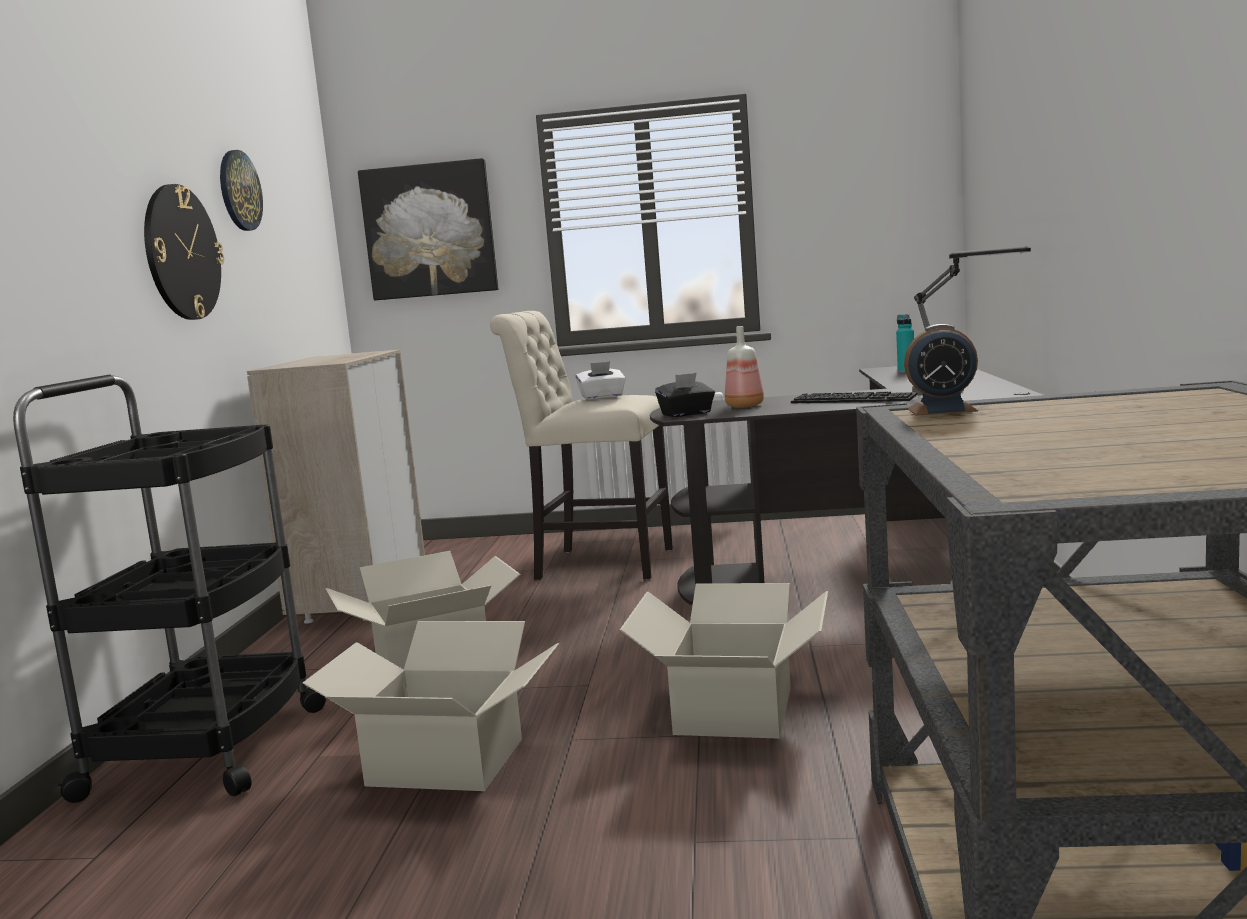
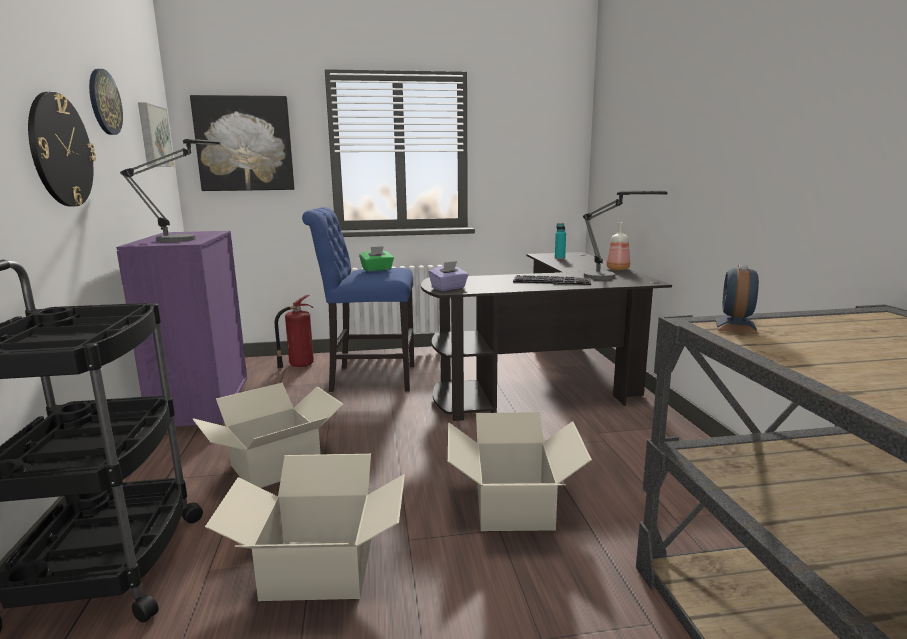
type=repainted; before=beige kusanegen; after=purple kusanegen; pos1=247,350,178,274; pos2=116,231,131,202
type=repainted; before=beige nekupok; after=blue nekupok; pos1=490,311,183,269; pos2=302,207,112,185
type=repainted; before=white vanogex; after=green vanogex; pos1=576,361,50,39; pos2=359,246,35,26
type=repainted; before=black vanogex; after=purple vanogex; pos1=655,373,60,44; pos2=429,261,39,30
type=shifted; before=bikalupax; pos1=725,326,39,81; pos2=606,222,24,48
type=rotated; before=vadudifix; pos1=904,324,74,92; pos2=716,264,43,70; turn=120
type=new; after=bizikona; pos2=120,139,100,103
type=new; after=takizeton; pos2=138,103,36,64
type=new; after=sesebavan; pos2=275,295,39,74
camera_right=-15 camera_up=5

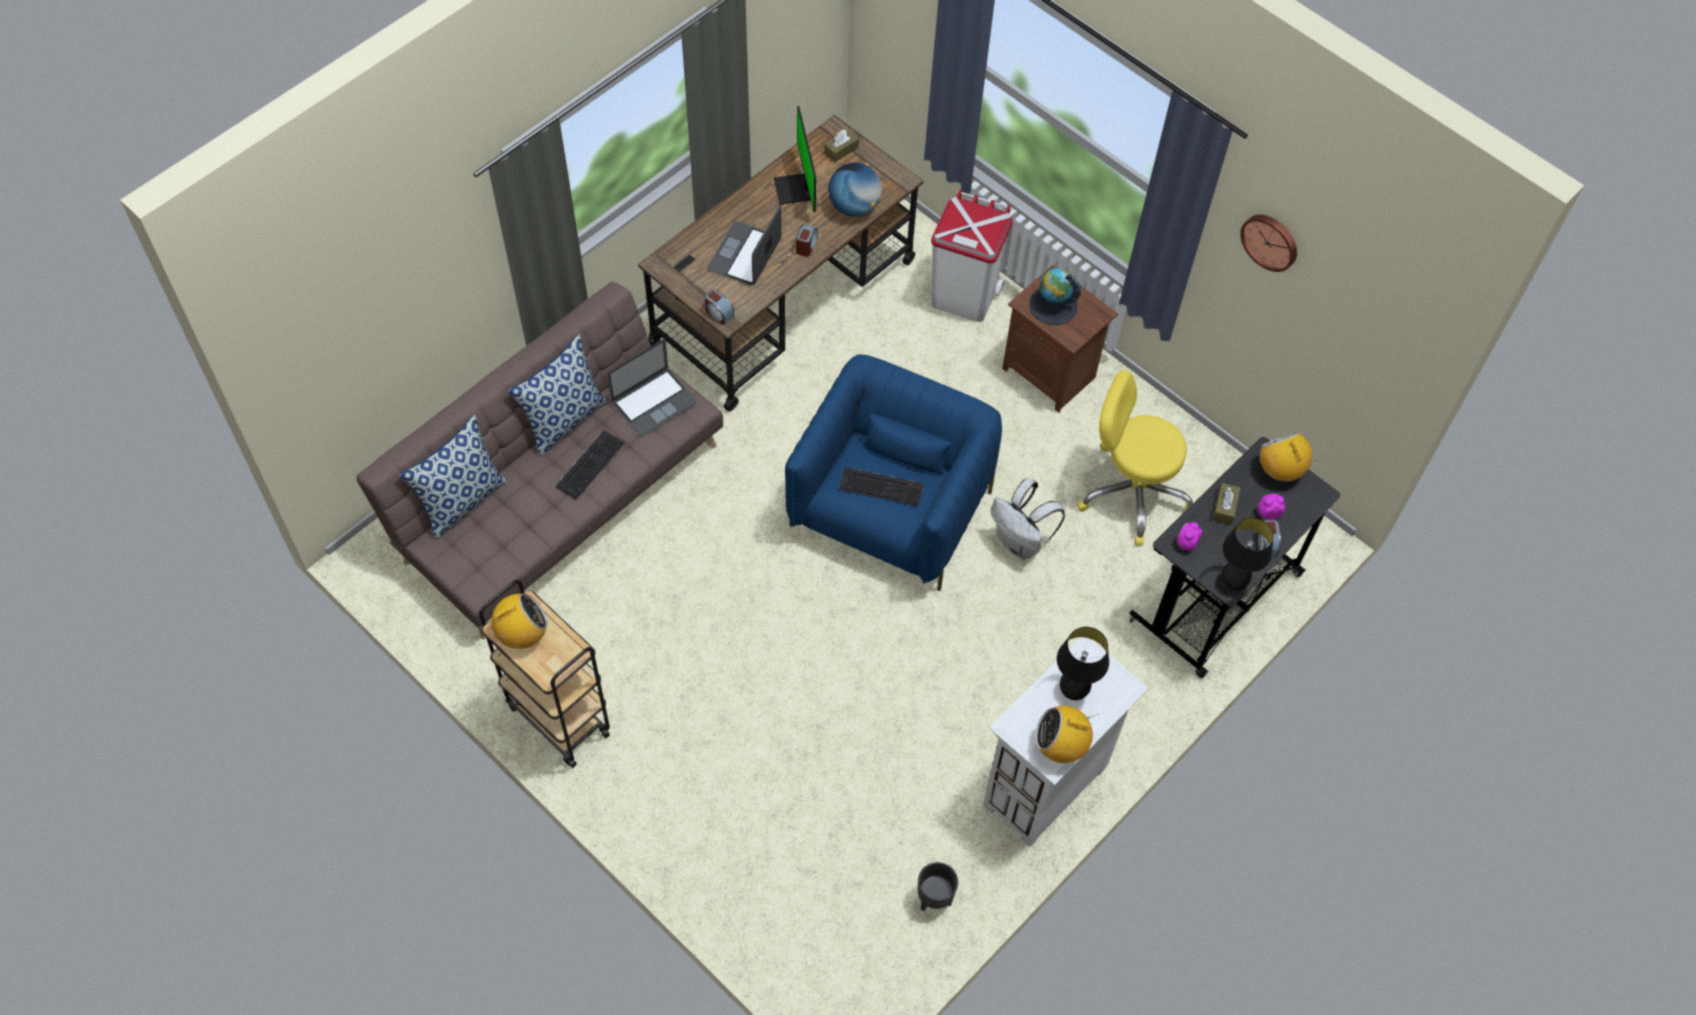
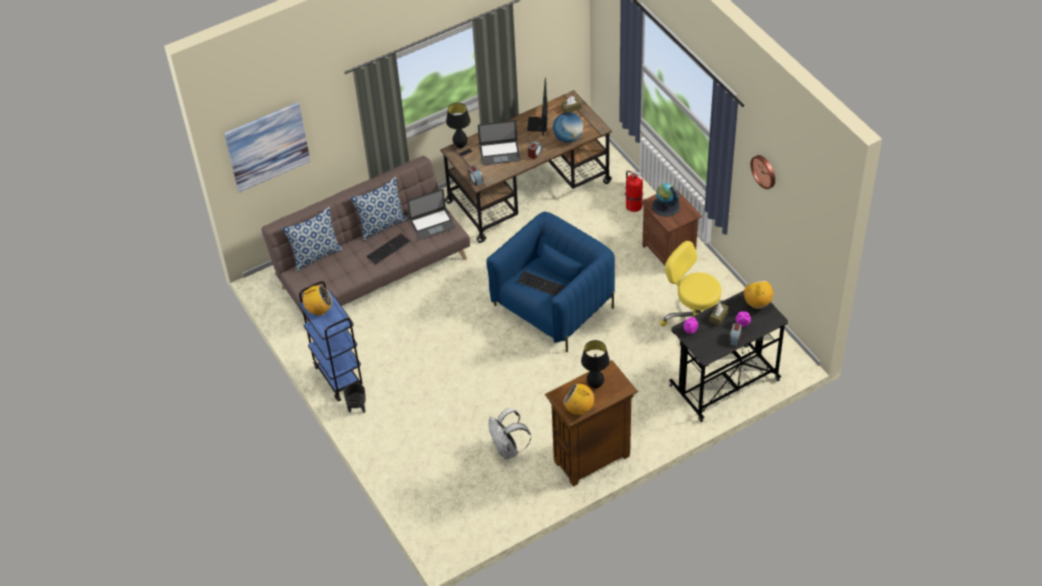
type=repainted; before=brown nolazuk; after=blue nolazuk; pos1=479,580,131,188; pos2=299,281,63,121
type=rotated; before=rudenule; pos1=707,205,75,80; pos2=478,120,43,45; turn=-135
type=shifted; before=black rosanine; pos1=918,862,40,50; pos2=343,383,23,30
type=swapped; before=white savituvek; after=sesebavan; pos1=931,190,82,132; pos2=625,171,18,41
type=repainted; before=white kusanegen; after=brown kusanegen; pos1=984,637,165,210; pos2=545,360,93,127
type=shifted; before=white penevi; pos1=991,478,74,82; pos2=489,408,42,52
type=shifted; before=black bizikona; pos1=1221,517,53,74; pos2=446,103,25,45
type=new; after=takizeton; pos2=224,102,87,90
camera_right=20 camera_up=-10

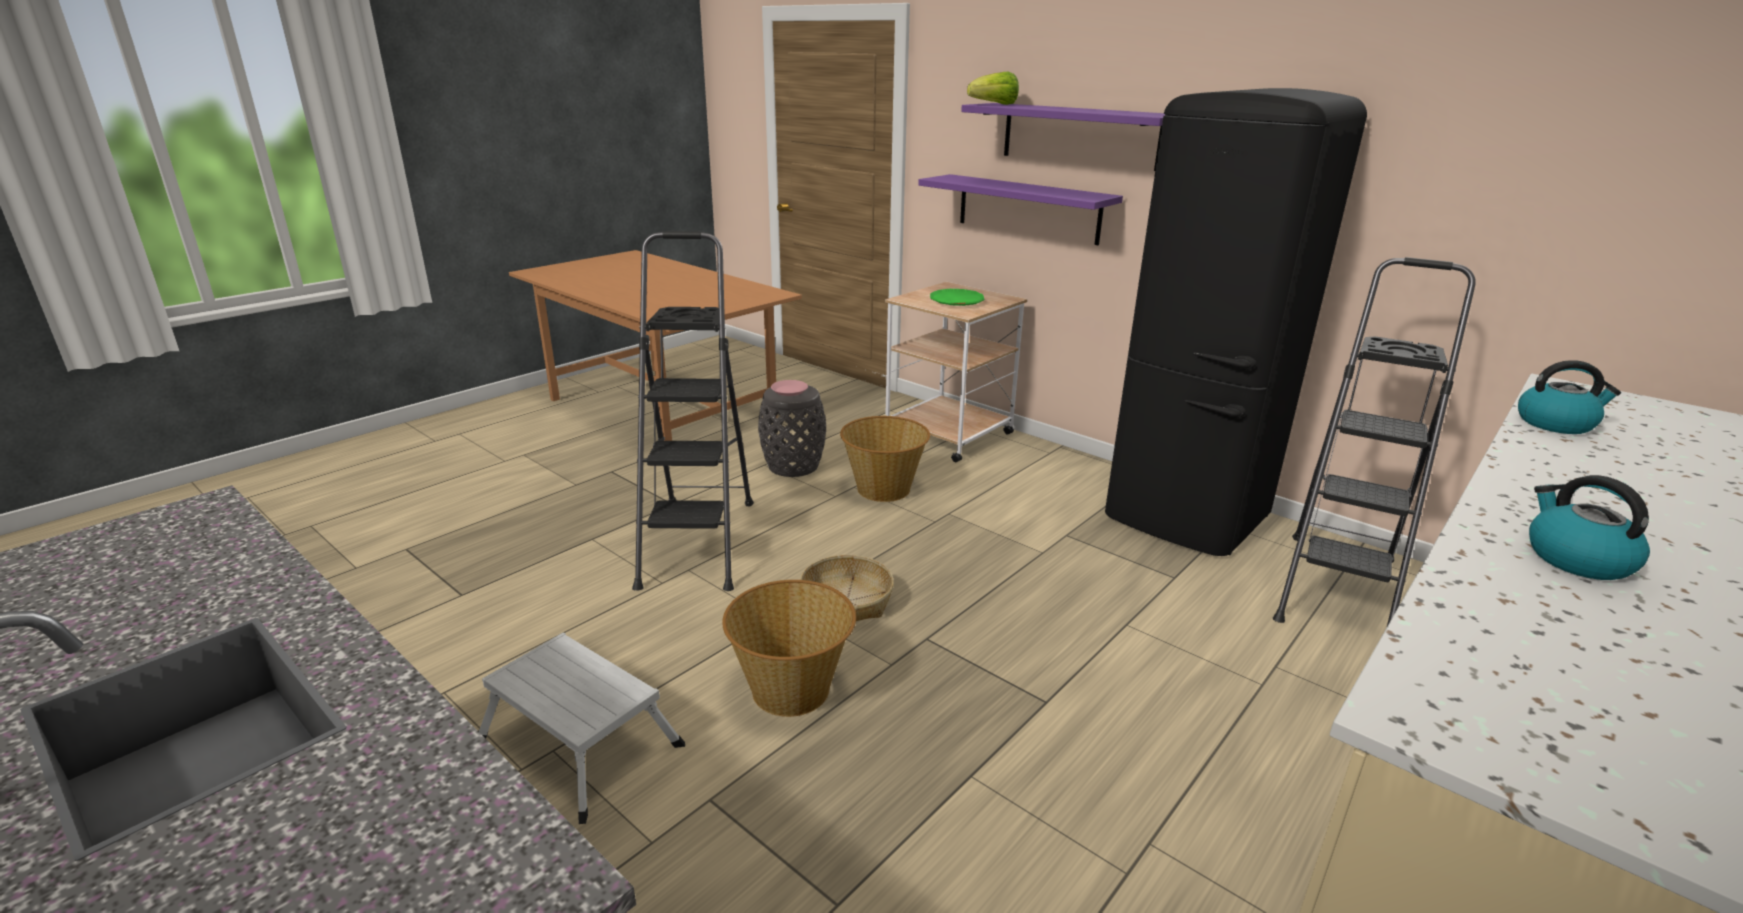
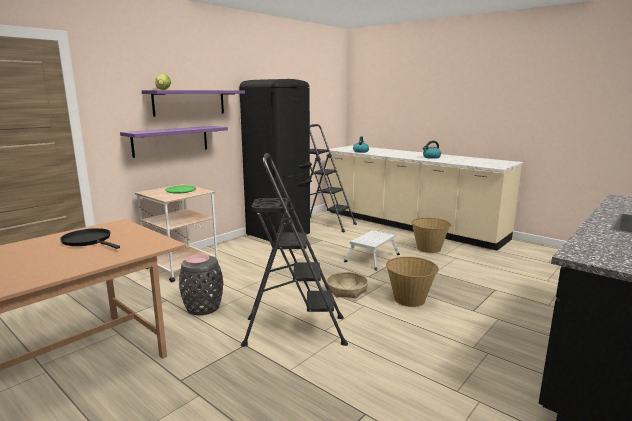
type=shifted; before=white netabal; pos1=478,632,207,192; pos2=344,230,56,41
type=shifted; before=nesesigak; pos1=840,416,90,86; pos2=411,218,40,35
type=new; after=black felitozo; pos2=60,228,60,21
camera_right=-90 camera_up=-10

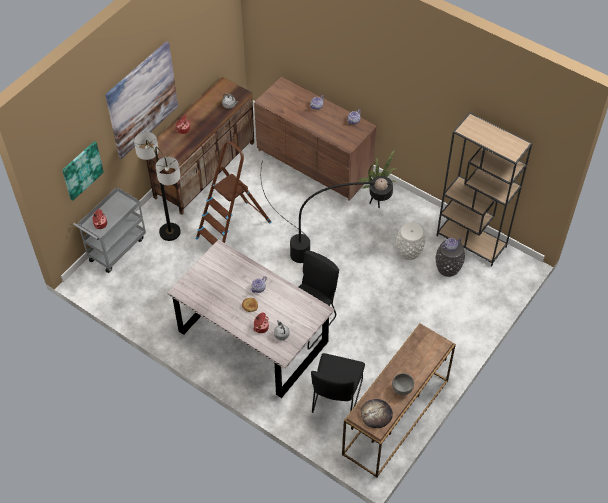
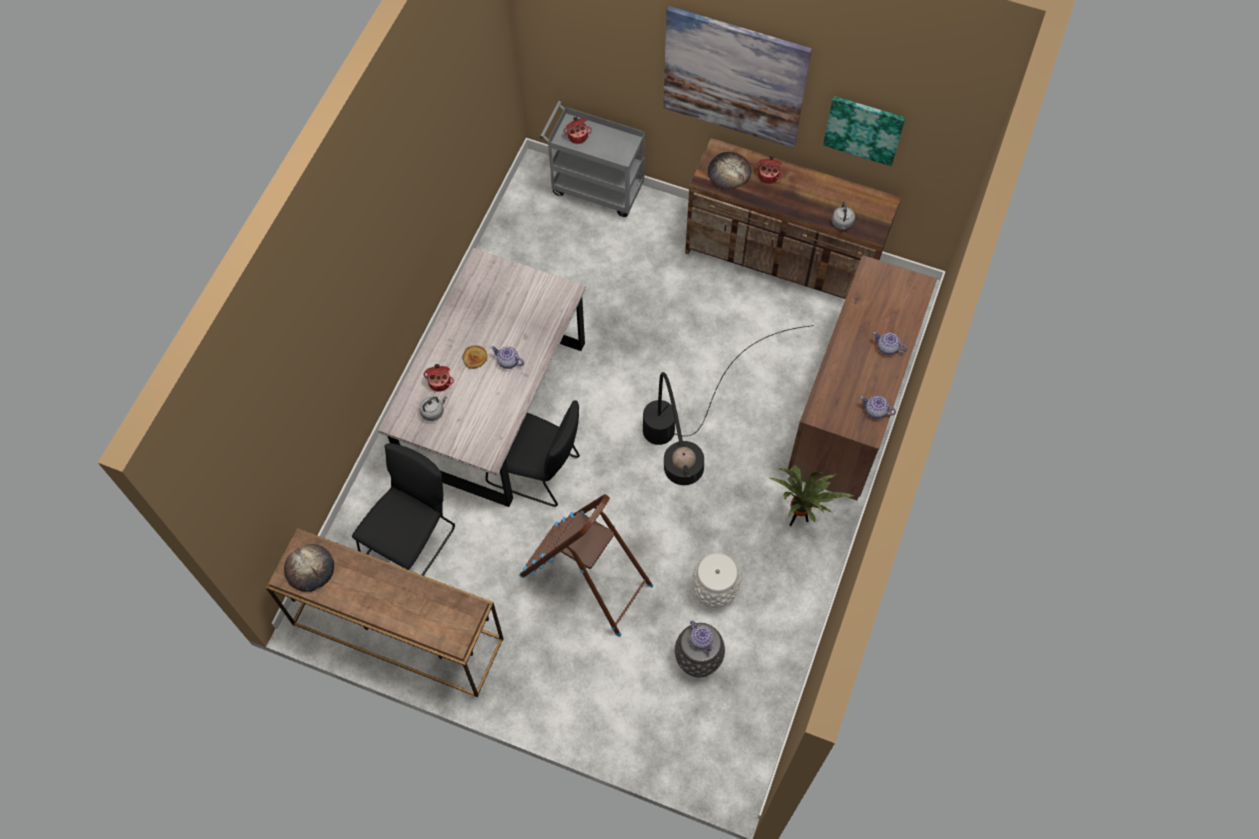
type=shifted; before=takizeton; pos1=62,141,42,60; pos2=823,96,82,70
type=gone; before=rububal; pos1=134,132,47,109
type=shifted; before=brown netabal; pos1=196,141,76,104; pos2=519,494,134,143
type=rotated; before=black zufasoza; pos1=311,353,54,60; pos2=352,443,103,133; turn=120
type=gone; before=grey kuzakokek; pos1=392,373,22,23
type=gone; before=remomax; pos1=436,112,97,154
type=new; after=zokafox; pos2=708,152,43,37
camera_right=75 camera_up=10

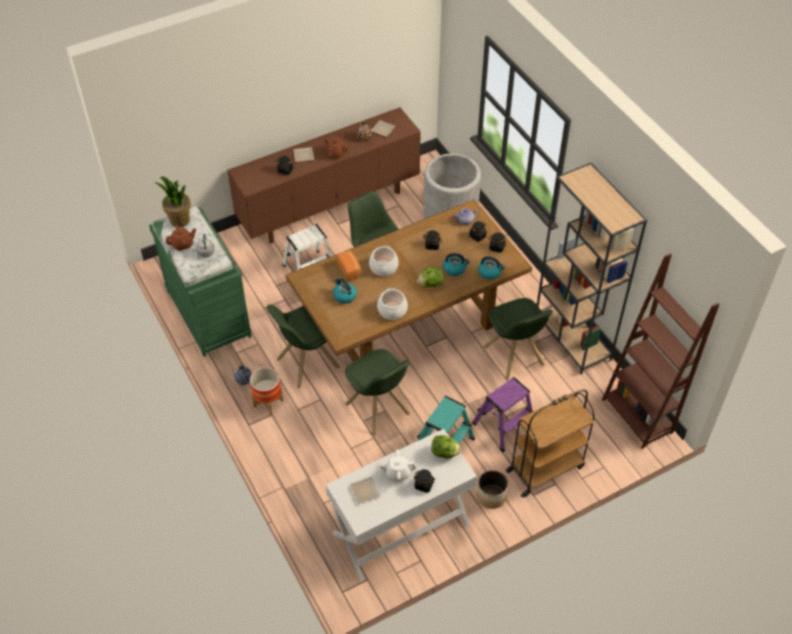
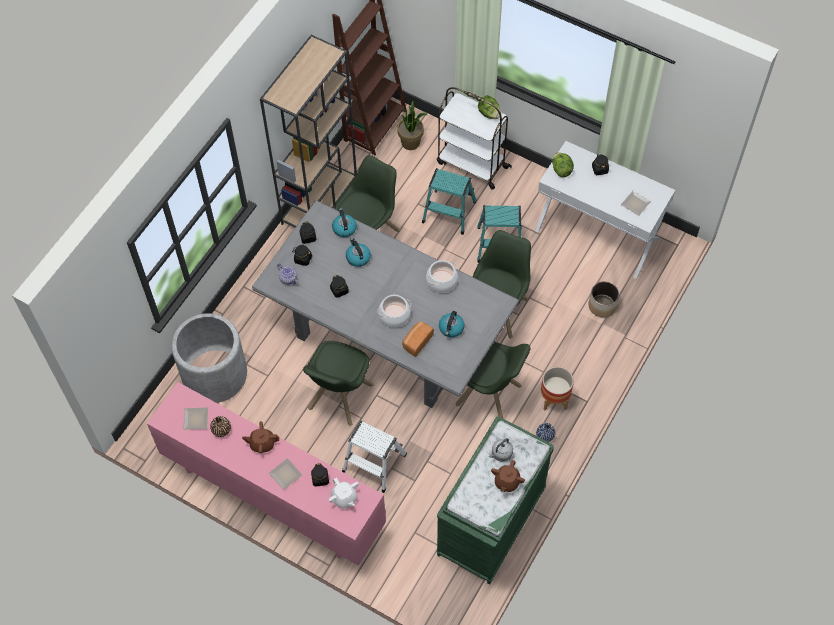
type=shifted; before=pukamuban; pos1=154,177,37,51; pos2=397,100,30,50
type=rotated; before=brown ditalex; pos1=166,224,30,27; pos2=491,460,34,32; turn=-105
type=repainted; before=brown kusanegen; after=pink kusanegen; pos1=227,107,194,136; pos2=147,382,239,184
type=repainted; before=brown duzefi; after=grey duzefi; pos1=286,199,246,163; pos2=252,200,267,208
type=shifted; before=white ditalex; pos1=380,450,36,31; pos2=329,478,30,30
type=shifted; before=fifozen; pos1=417,267,27,20; pos2=478,95,23,24
type=repainted; before=purple netabal; after=turquoise netabal; pos1=472,377,61,75; pos2=422,168,55,67
type=shifted; before=rosanine; pos1=477,470,31,39; pos2=589,281,30,36
type=repainted; before=brown nolazuk; after=white nolazuk; pos1=506,390,88,108; pos2=437,87,75,103
camera_right=-120 camera_up=10

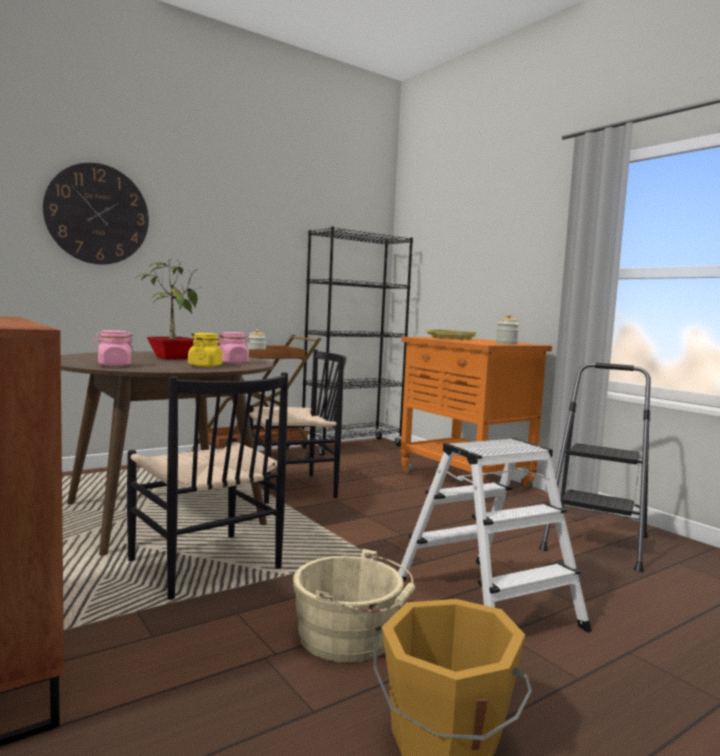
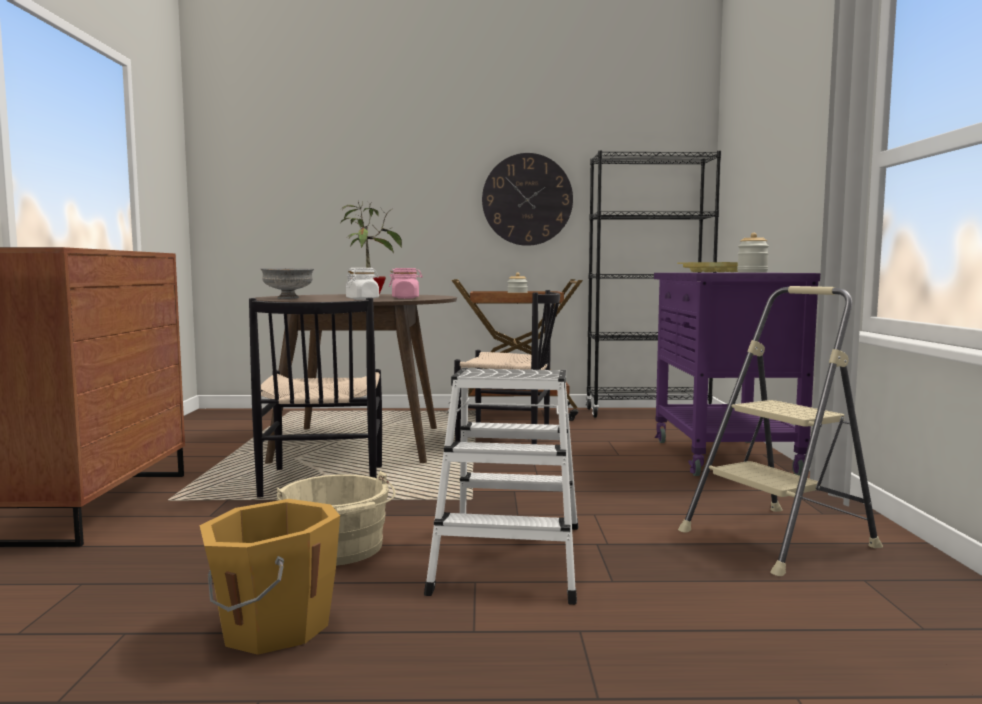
type=shifted; before=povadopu; pos1=43,163,106,102; pos2=482,153,91,93
type=swapped; before=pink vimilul; after=grey kuzakokek; pos1=93,330,41,36; pos2=260,268,54,31
type=repainted; before=yellow vimilul; after=white vimilul; pos1=188,333,35,34; pos2=346,268,33,32
type=repainted; before=orange nolazuk; after=purple nolazuk; pos1=400,337,152,164; pos2=654,273,166,203
type=repainted; before=black netabal; after=beige netabal; pos1=539,363,112,209; pos2=678,286,205,290
camera_right=35 camera_up=0

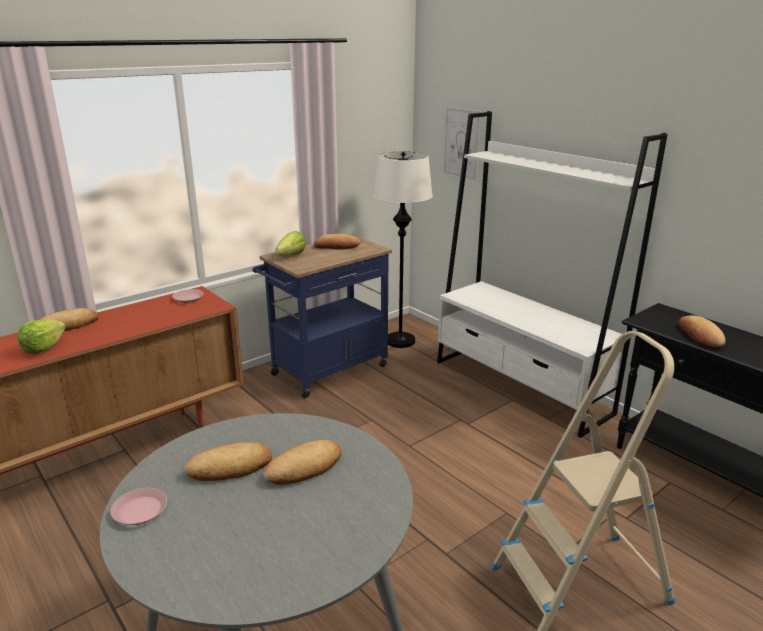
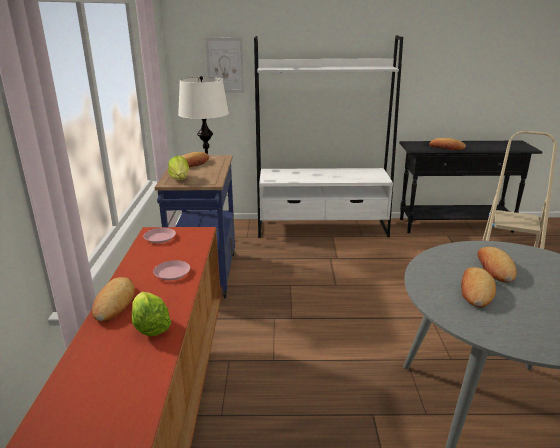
type=shifted; before=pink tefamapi; pos1=111,488,56,37; pos2=153,260,37,20
camera_right=-50 camera_up=0

